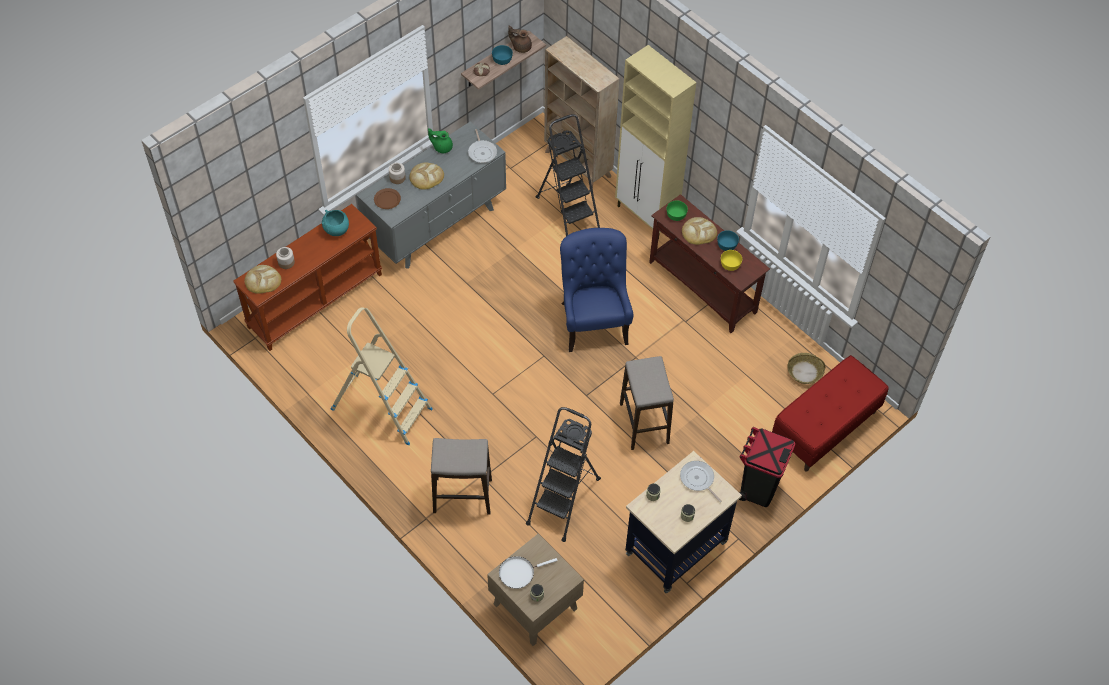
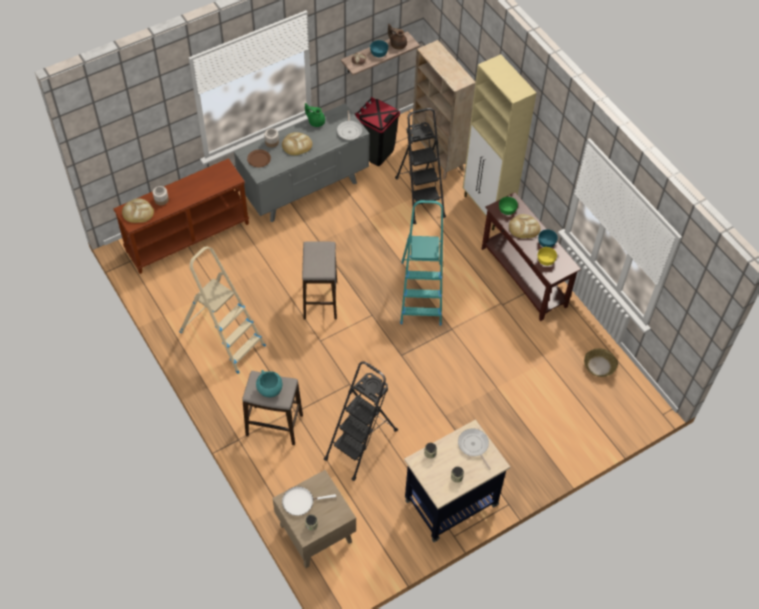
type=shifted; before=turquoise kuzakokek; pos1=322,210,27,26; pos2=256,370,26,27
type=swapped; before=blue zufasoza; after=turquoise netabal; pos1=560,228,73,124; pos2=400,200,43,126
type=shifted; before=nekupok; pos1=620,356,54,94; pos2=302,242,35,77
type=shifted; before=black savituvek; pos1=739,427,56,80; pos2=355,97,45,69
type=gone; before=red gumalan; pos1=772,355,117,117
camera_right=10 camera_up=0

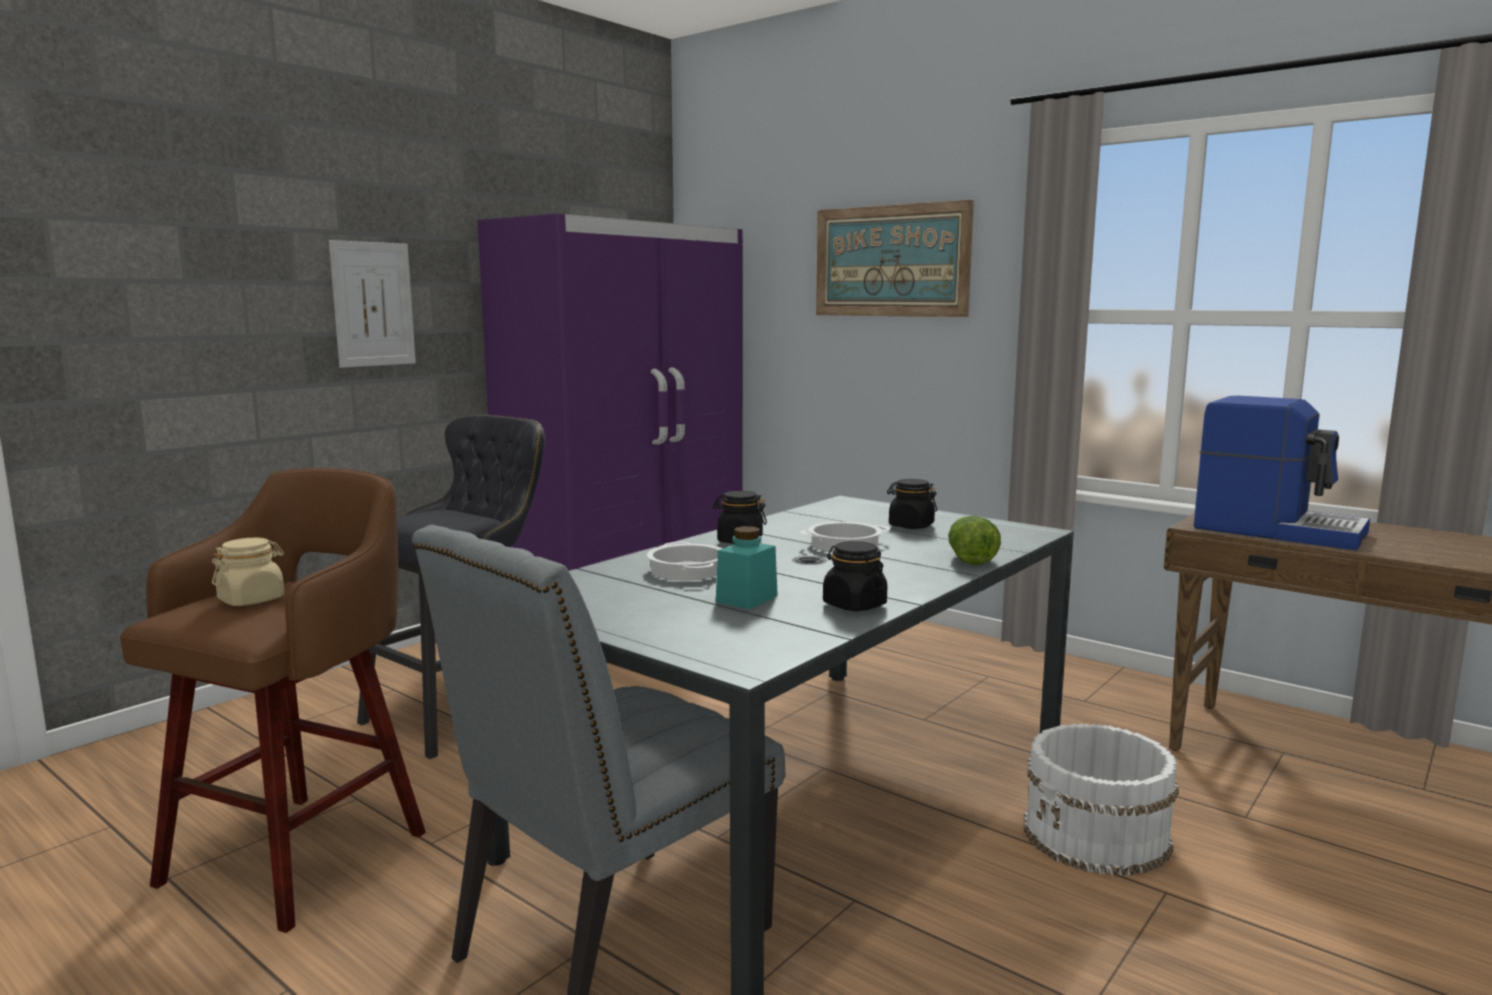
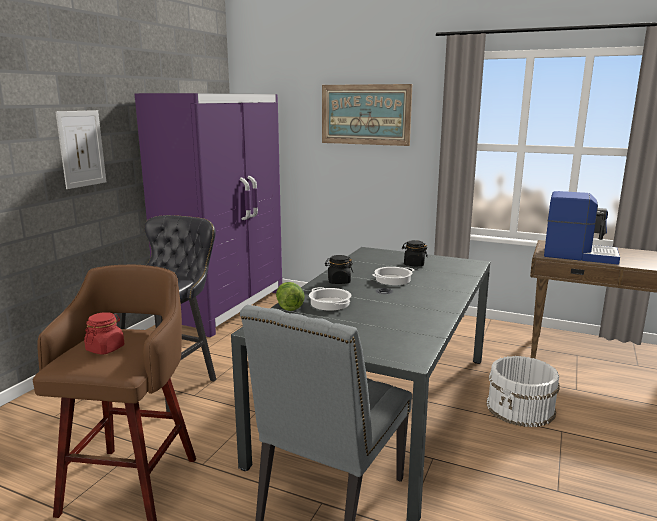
type=repainted; before=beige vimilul; after=red vimilul; pos1=212,537,72,69; pos2=84,312,40,43
type=gone; before=turquoise vimilul; pos1=716,526,62,83
type=gone; before=black vimilul; pos1=823,541,64,70
type=shifted; before=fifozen; pos1=948,516,53,49; pos2=276,282,29,29
camera_right=-15 camera_up=5

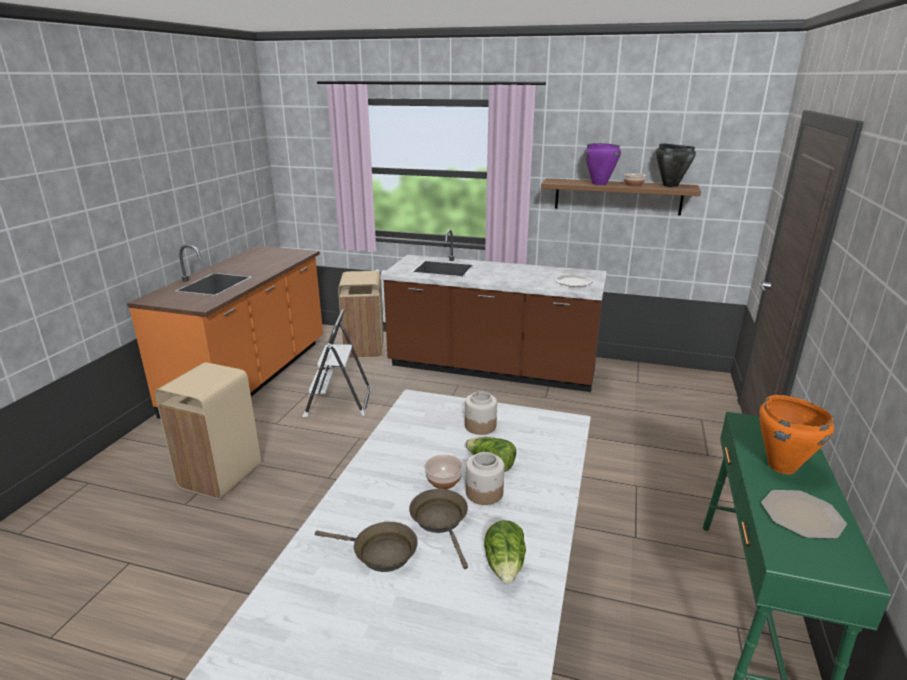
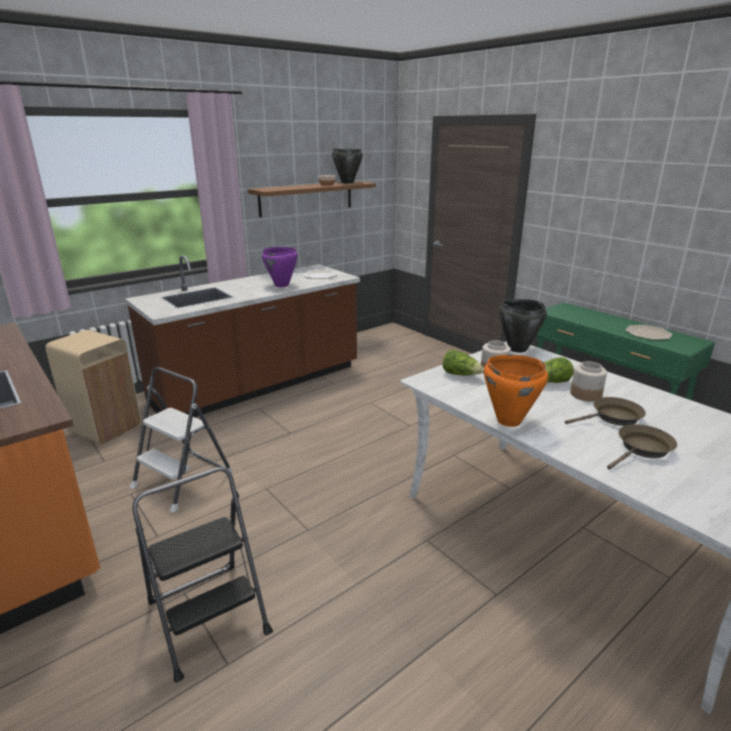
type=swapped; before=beige savituvek; after=black netabal; pos1=155,362,106,137; pos2=132,467,141,215
type=rotated; before=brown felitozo; pos1=409,489,59,80; pos2=565,397,81,29; turn=150
type=gone; before=kuzakokek; pos1=425,455,38,34
type=shifted; before=fifozen; pos1=484,520,42,64; pos2=443,349,41,27
type=shifted; before=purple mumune; pos1=585,143,36,42; pos2=262,247,36,40
type=shifted; before=orange mumune; pos1=759,395,75,79; pos2=484,355,64,72
type=new; after=black mumune; pos2=499,299,48,54
camera_right=-55 camera_up=0

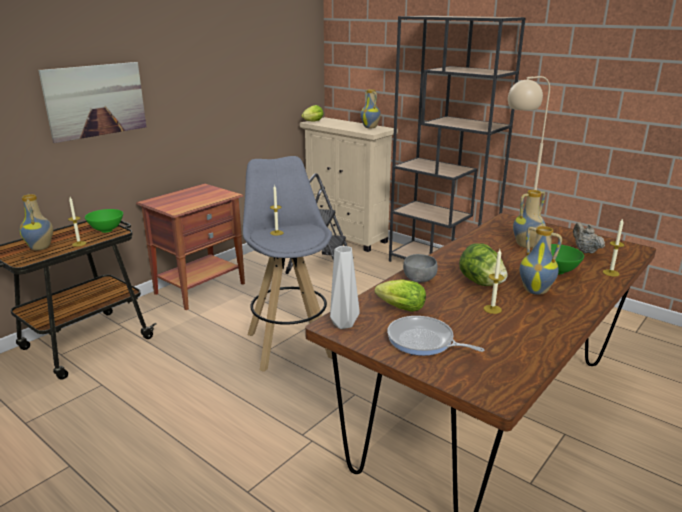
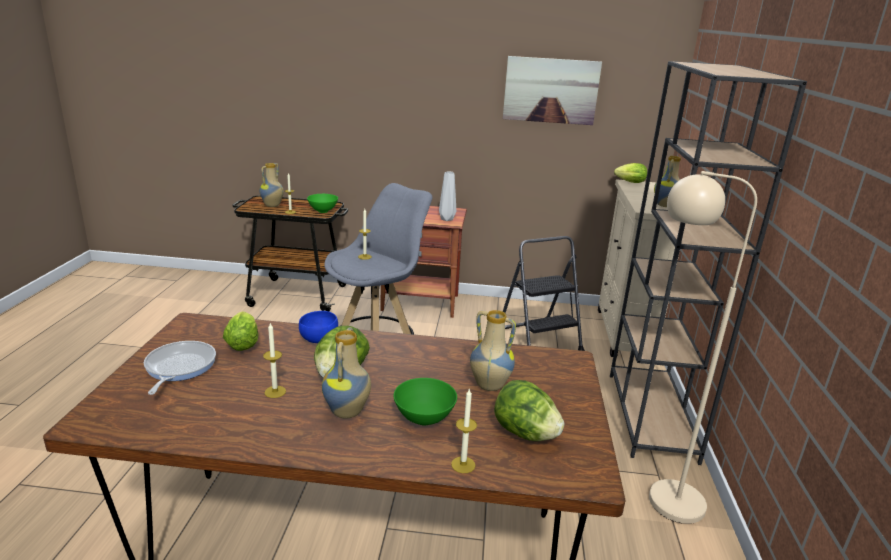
type=shifted; before=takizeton; pos1=38,62,108,81; pos2=503,56,99,69
type=shifted; before=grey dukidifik; pos1=330,246,30,83; pos2=439,171,17,50
type=repainted; before=grey kuzakokek; after=blue kuzakokek; pos1=403,254,35,29; pos2=299,311,39,32
type=swapped; before=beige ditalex; after=fifozen; pos1=573,222,32,32; pos2=494,380,71,61
camera_right=55 camera_up=0

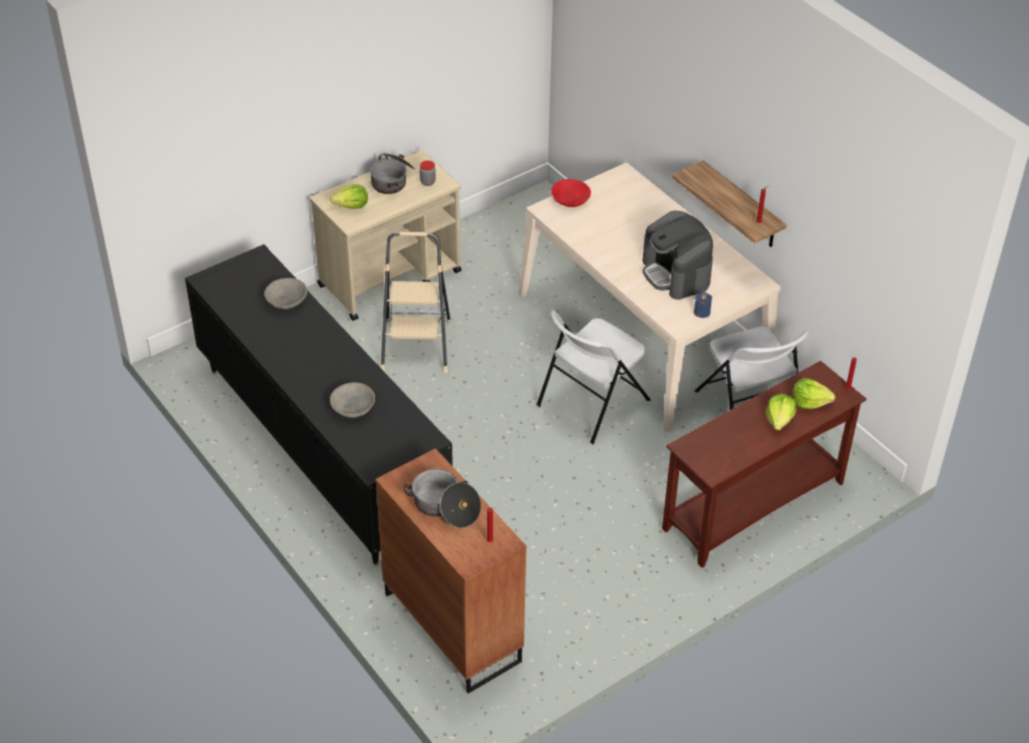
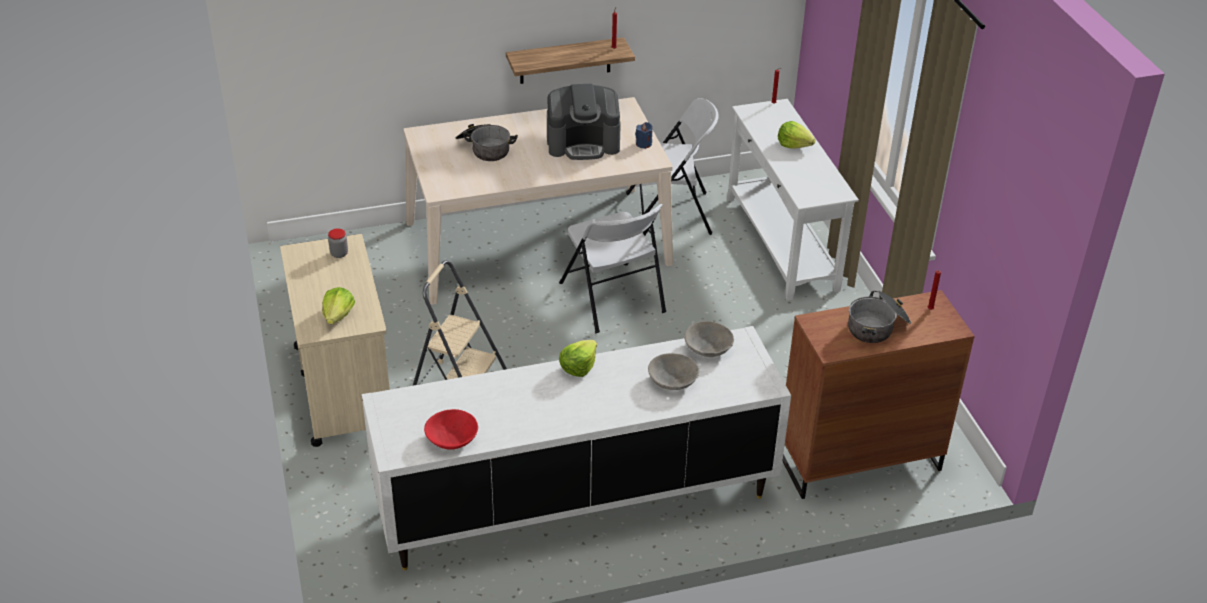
type=repainted; before=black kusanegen; after=white kusanegen; pos1=185,244,268,322; pos2=362,326,429,244
type=shifted; before=grey kuzakokek; pos1=264,278,43,31; pos2=684,321,50,36
type=shifted; before=mumune; pos1=370,153,44,41; pos2=456,124,62,37
type=shifted; before=red kuzakokek; pos1=551,179,40,28; pos2=424,409,54,41
type=repainted; before=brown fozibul; after=white fozibul; pos1=662,361,205,207; pos2=727,99,132,202
type=shifted; before=fifozen; pos1=793,378,42,31; pos2=559,340,38,37
camera_right=-70 camera_up=-5

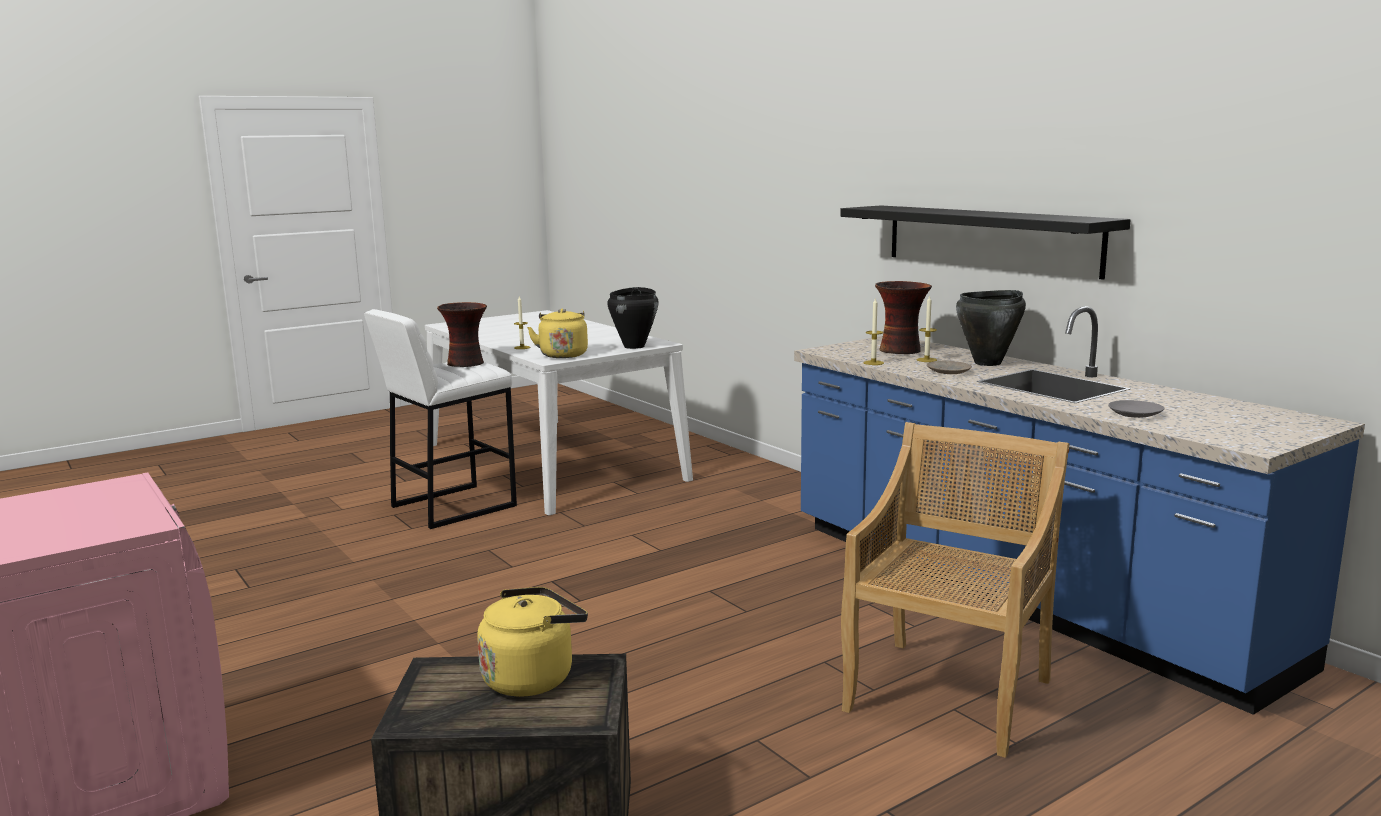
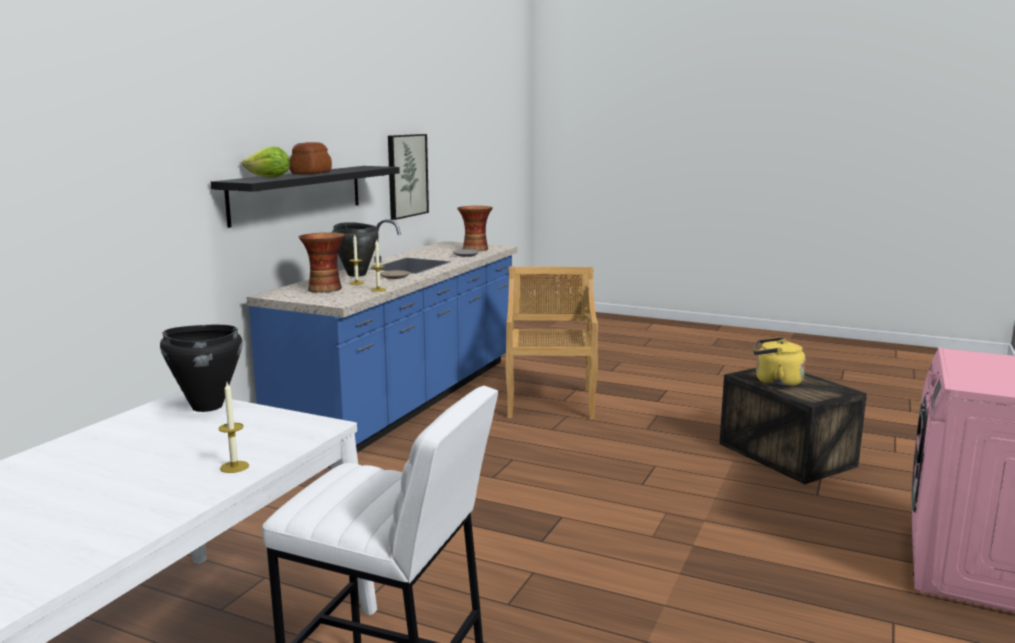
type=shifted; before=dukidifik; pos1=437,302,50,65; pos2=457,206,36,45
type=gone; before=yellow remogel; pos1=527,309,61,49
type=rotated; before=beige zufasoza; pos1=841,422,229,336; pos2=505,266,93,153; turn=90
type=new; after=fifozen; pos2=242,146,48,31
type=new; after=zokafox; pos2=289,142,43,32
type=new; after=takizeton; pos2=388,134,41,86
camera_right=-120 camera_up=0

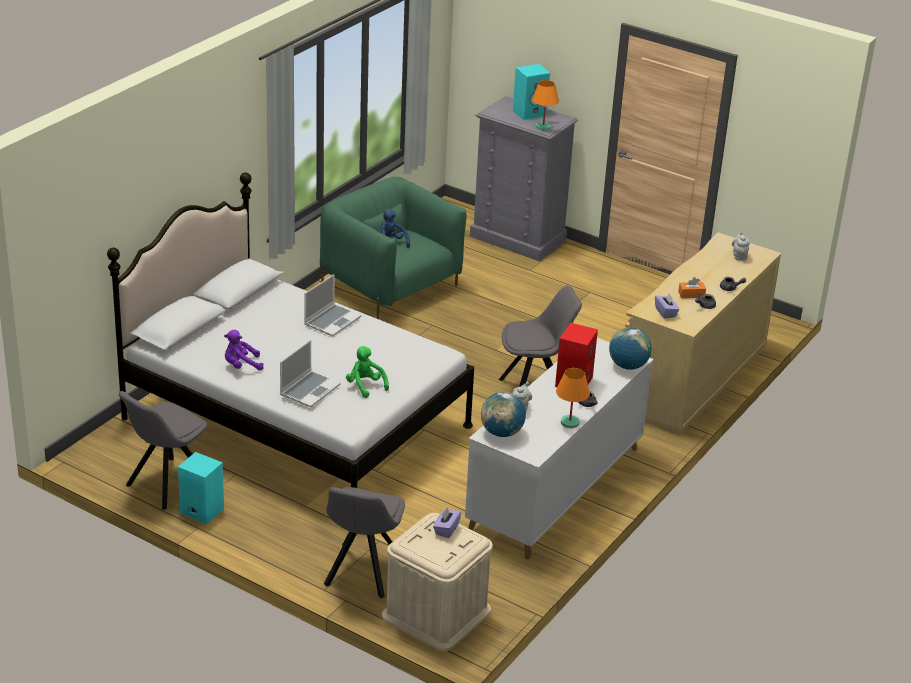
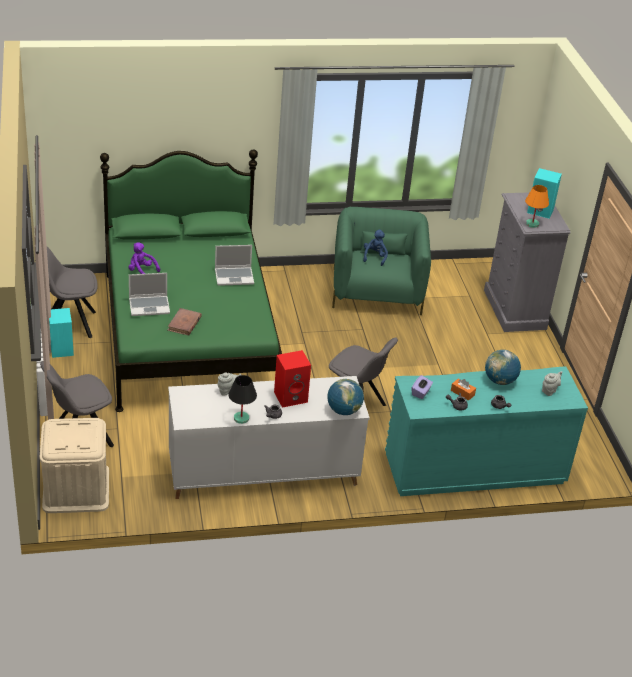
type=repainted; before=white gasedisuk; after=green gasedisuk; pos1=107,173,367,315; pos2=100,150,182,262
type=swapped; before=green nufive; after=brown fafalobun; pos1=346,346,43,52; pos2=168,308,34,27
type=gone; before=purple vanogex; pos1=433,507,28,31
type=shifted; before=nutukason; pos1=481,392,45,45; pos2=485,350,36,35
type=repainted; before=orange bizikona; after=black bizikona; pos1=556,368,34,60; pos2=228,375,29,49
type=repainted; before=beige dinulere; after=turquoise dinulere; pos1=625,232,156,203; pos2=385,366,203,130
camera_right=45 camera_up=5

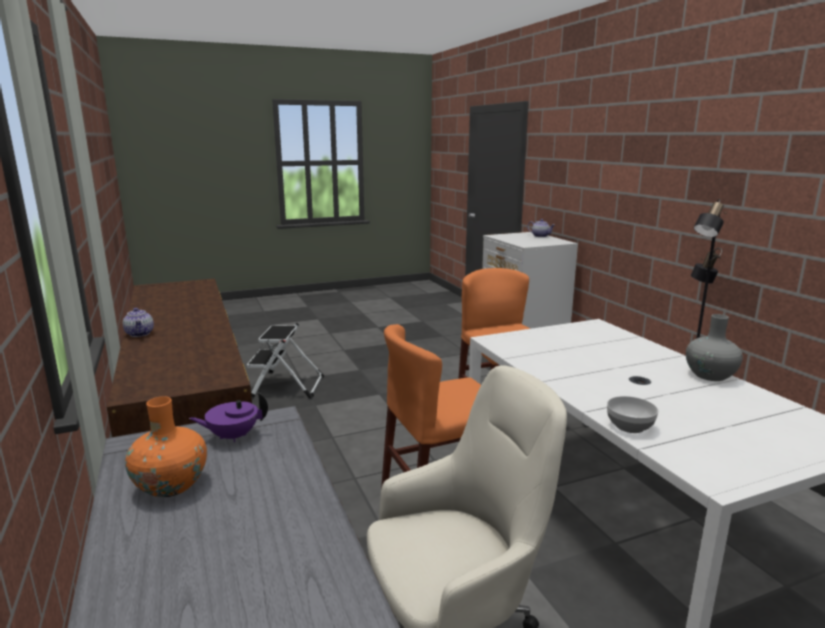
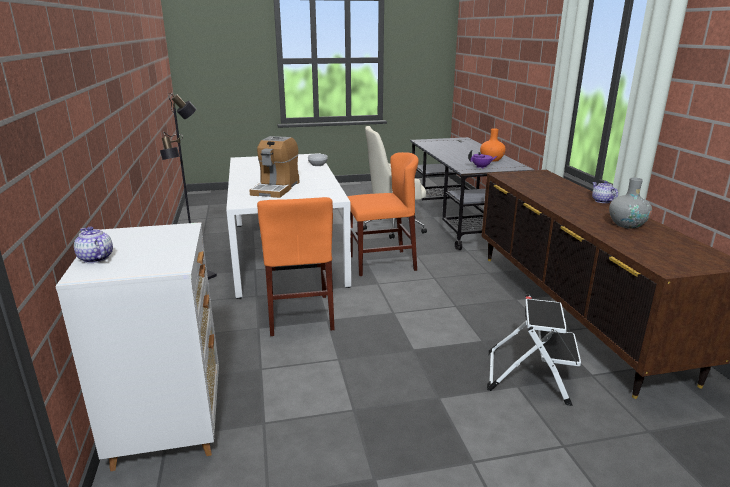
type=shifted; before=grey dukidifik; pos1=686,314,57,67; pos2=609,177,43,52
type=new; after=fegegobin; pos2=250,136,49,62
camera_right=-170 camera_up=5

